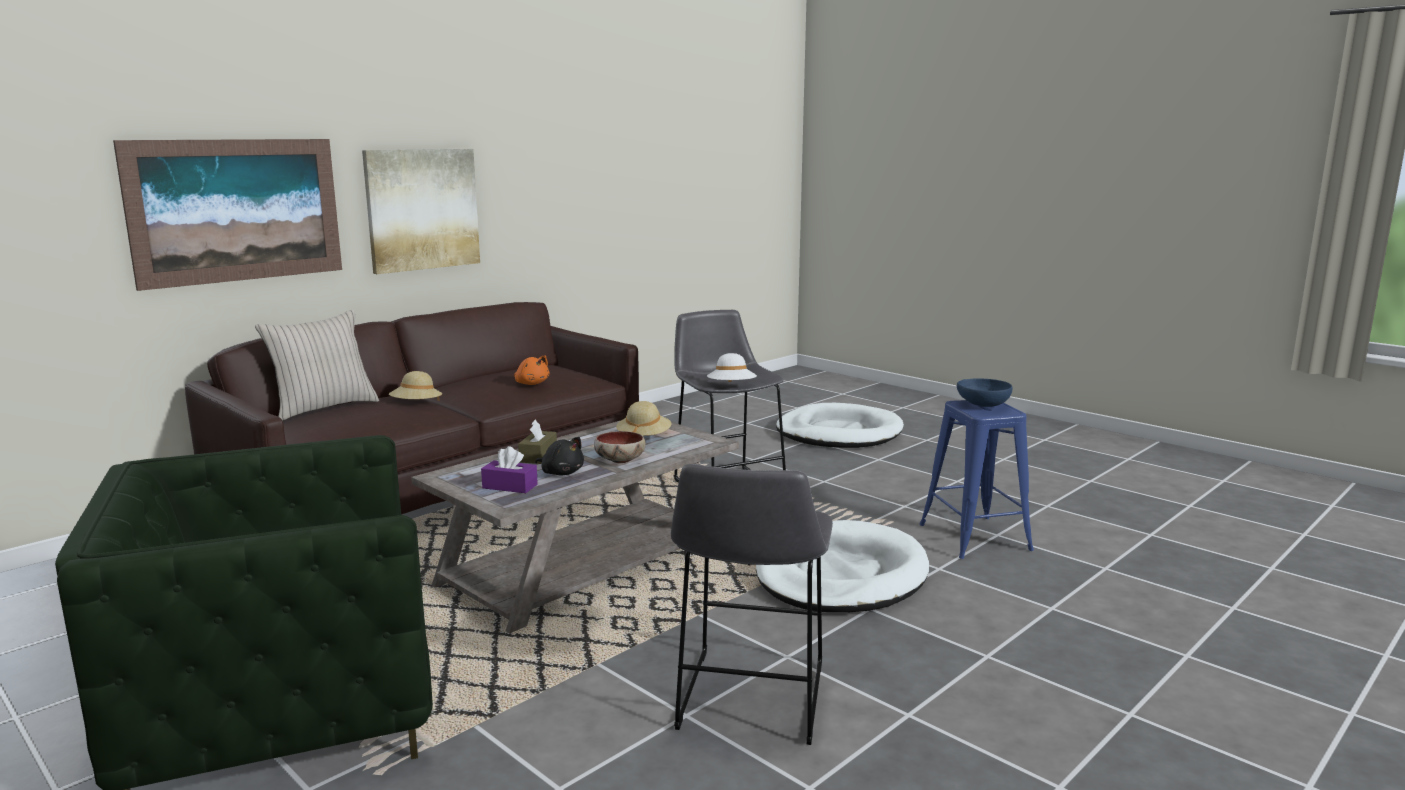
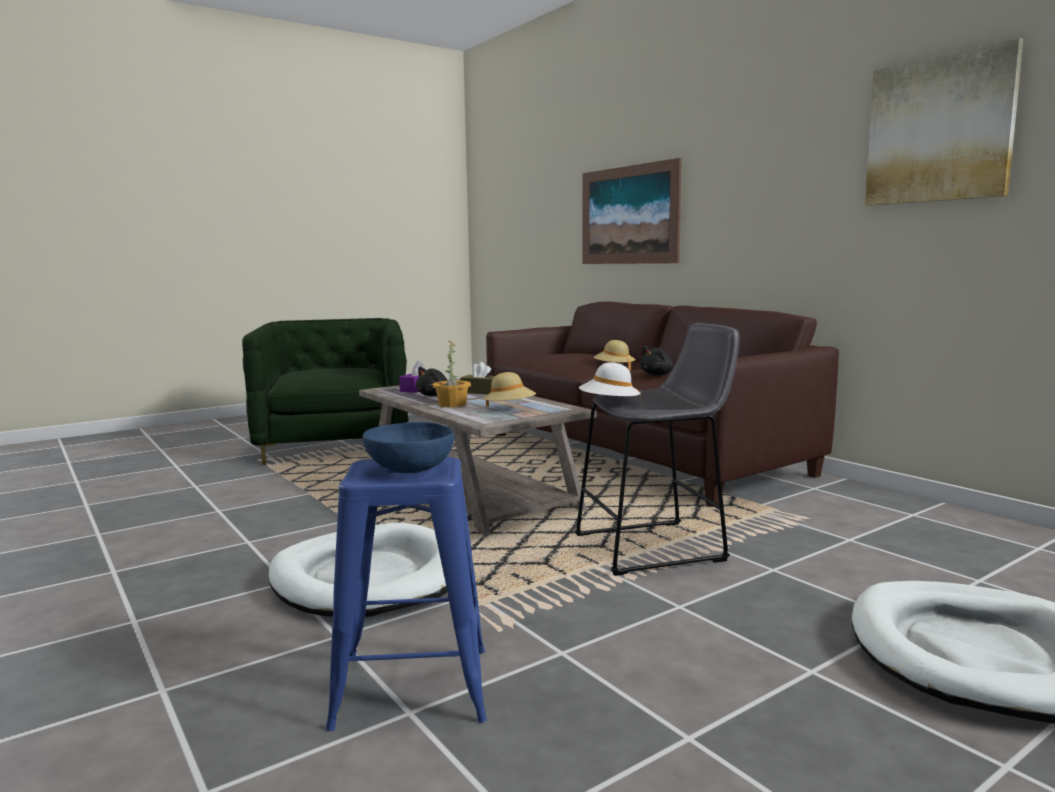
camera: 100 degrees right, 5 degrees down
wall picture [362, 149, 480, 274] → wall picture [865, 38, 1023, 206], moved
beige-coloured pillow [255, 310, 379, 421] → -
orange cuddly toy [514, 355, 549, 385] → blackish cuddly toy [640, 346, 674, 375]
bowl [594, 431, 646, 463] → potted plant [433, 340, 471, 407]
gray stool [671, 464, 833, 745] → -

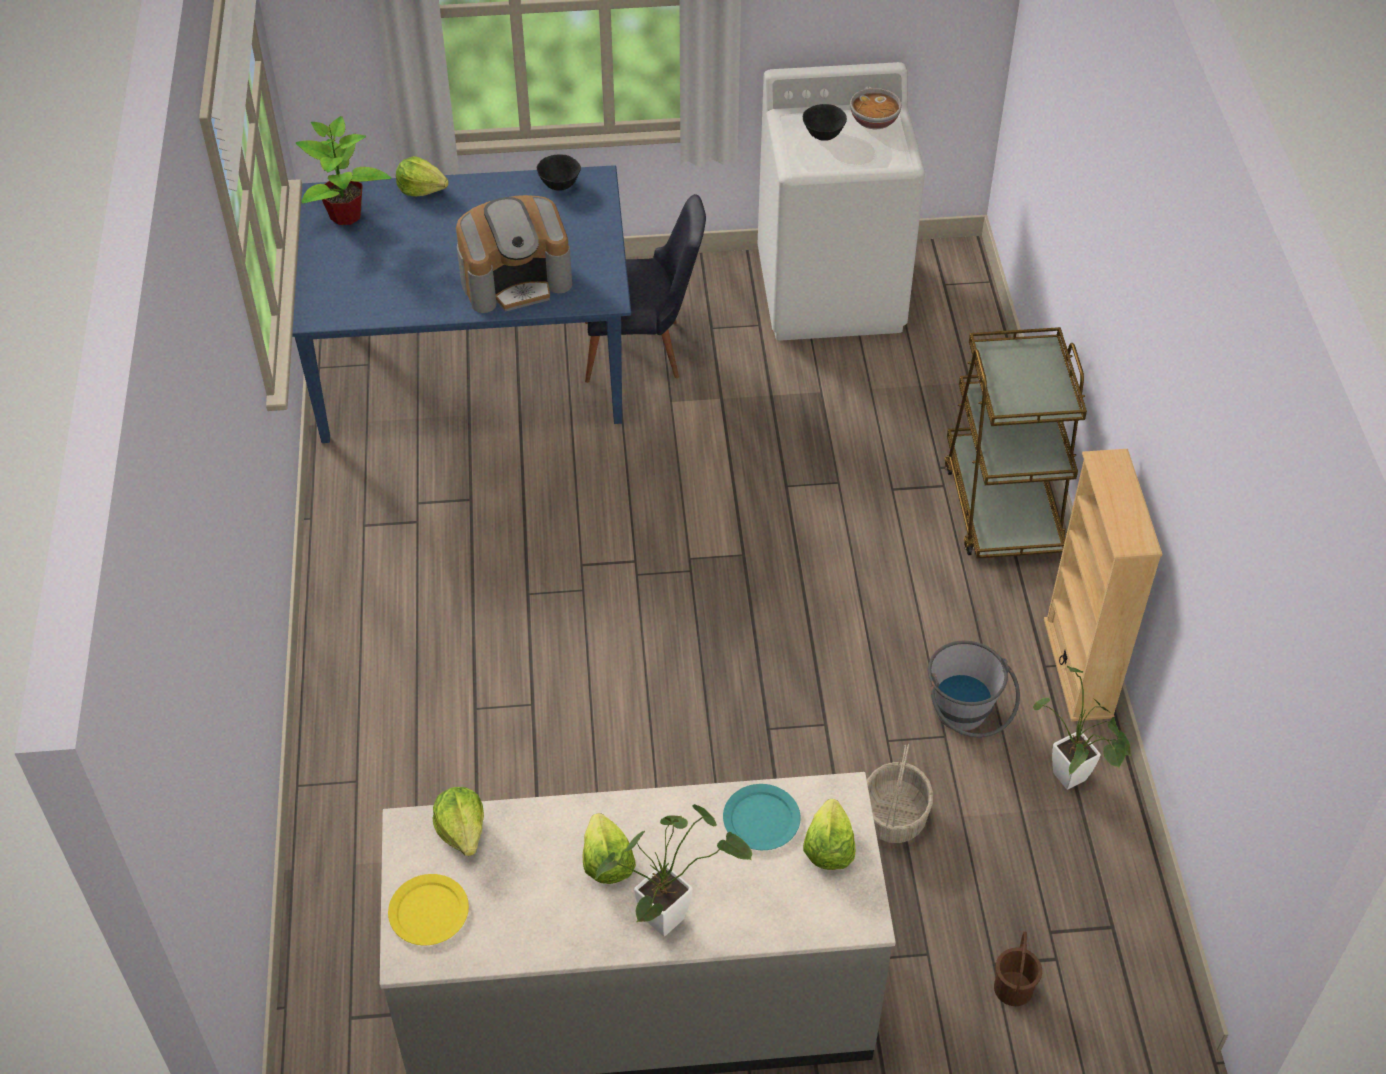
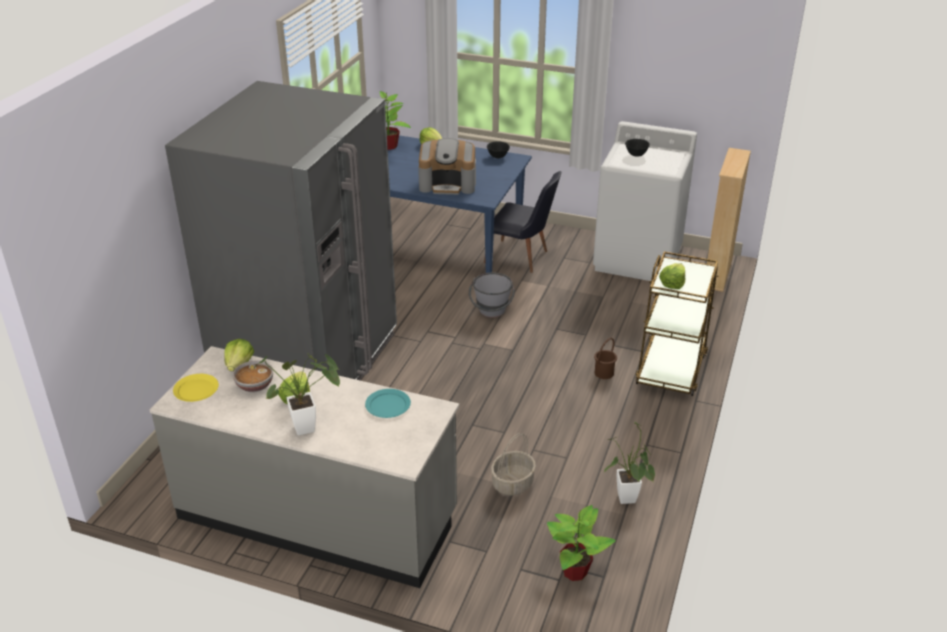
camera: 25 degrees right, 15 degrees down
bowl [850, 88, 902, 129] → bowl [233, 360, 273, 392], moved
beige-coloured bookcase [1044, 449, 1162, 721] → beige-coloured bookcase [707, 148, 751, 292], moved
gray water bucket [928, 641, 1020, 738] → gray water bucket [469, 272, 515, 318], moved
lettuce head [803, 799, 855, 870] → lettuce head [659, 263, 685, 289], moved
brown water bucket [994, 932, 1042, 1006] → brown water bucket [594, 338, 617, 379], moved
- → gray kitchen fridge [165, 81, 397, 380]
- → potted plant [547, 505, 616, 581]

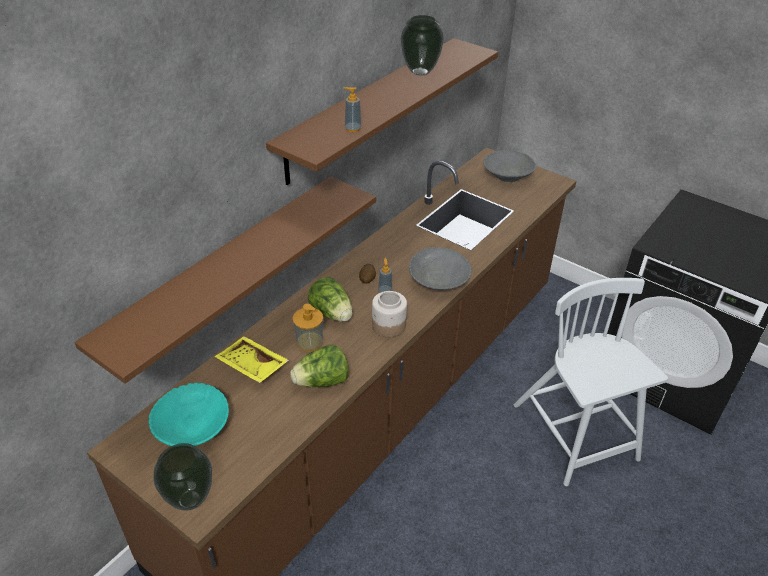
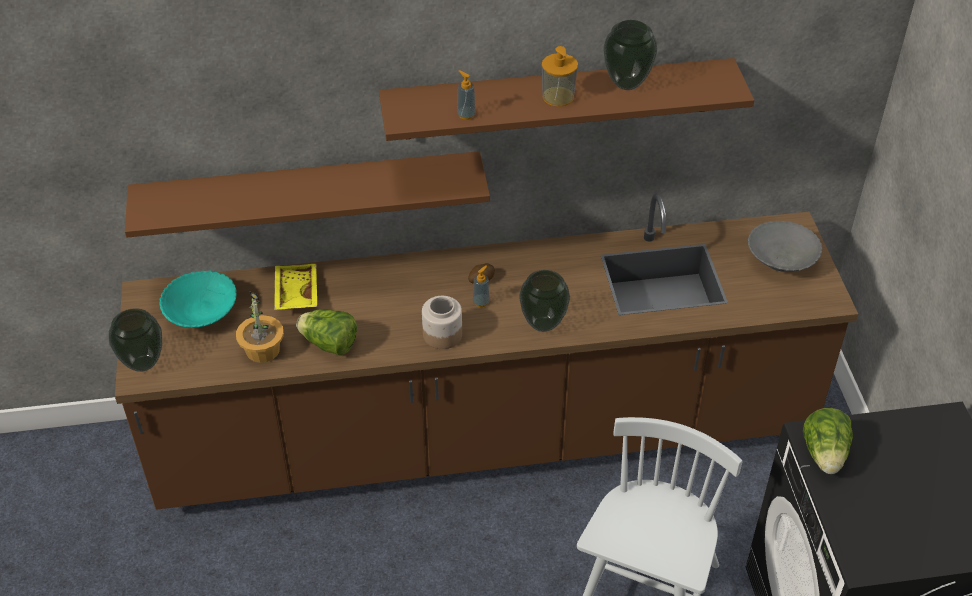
camera: 45 degrees right, 5 degrees up
gray bowl [409, 247, 472, 290] → decorative vase [519, 270, 570, 332]
lettuce head [308, 277, 353, 322] → lettuce head [803, 408, 853, 474], moved
soap dispenser [293, 304, 323, 351] → soap dispenser [542, 46, 578, 107], moved
- → potted plant [236, 291, 284, 363]

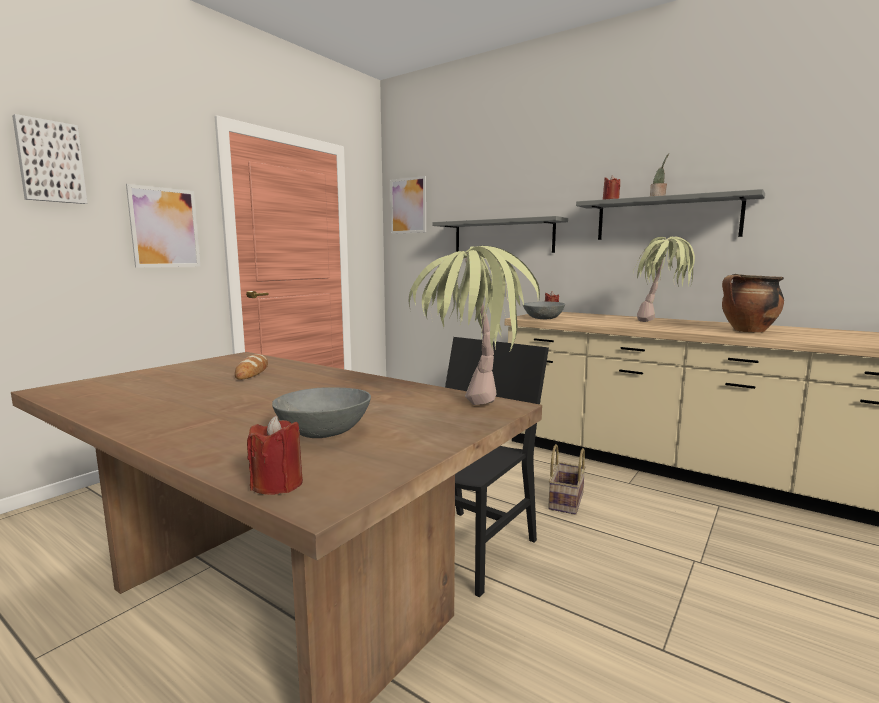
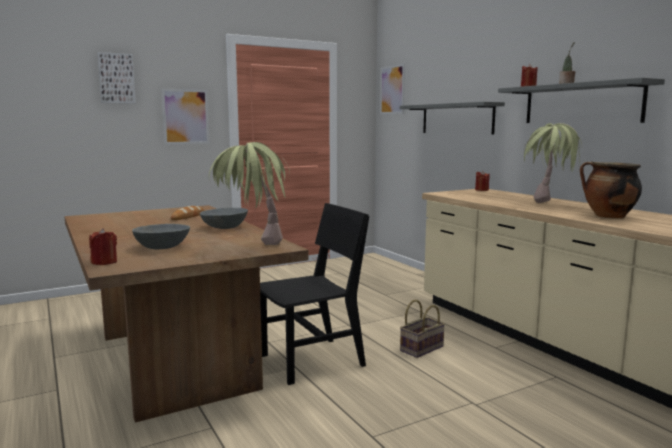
camera: 25 degrees right, 0 degrees up
gray bowl [523, 302, 565, 319] → gray bowl [200, 208, 248, 229], moved

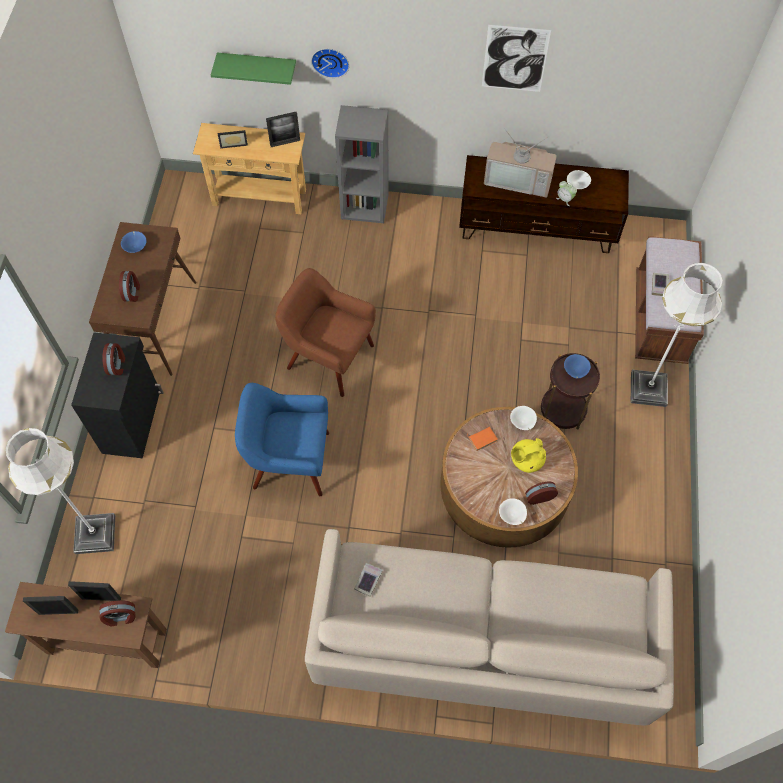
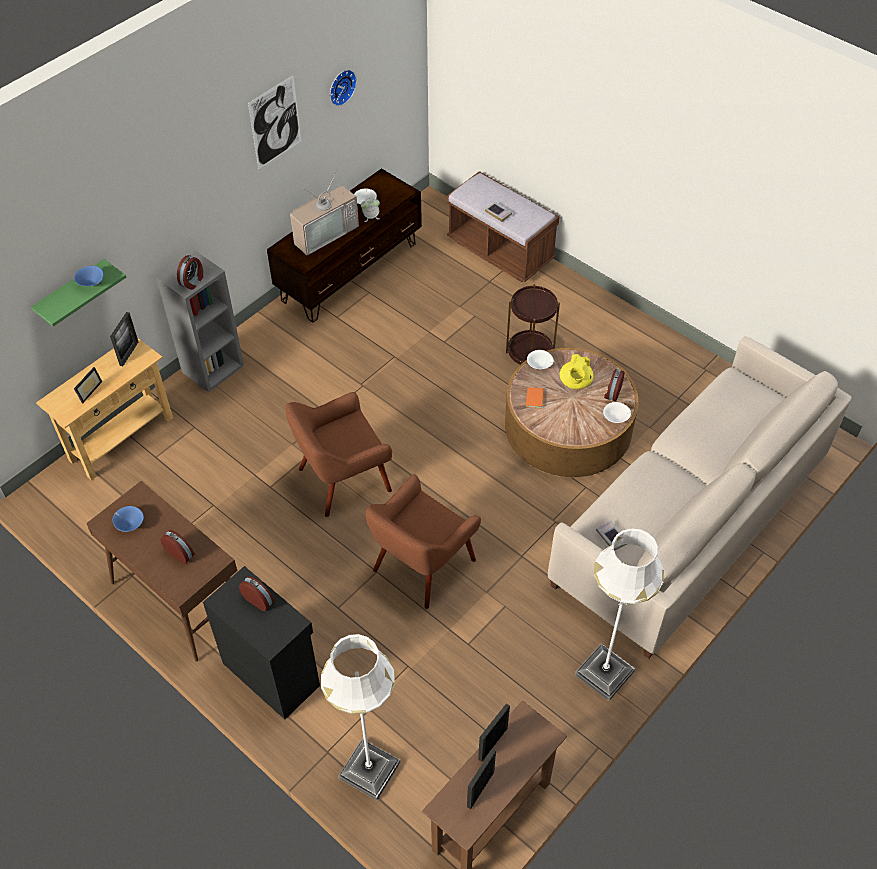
camera: 55 degrees left, 10 degrees down
clock on the wall [311, 49, 349, 78] → clock on the wall [330, 70, 357, 106], moved
whitish standard lamp [631, 263, 723, 407] → whitish standard lamp [575, 528, 664, 701], moved
blue bowl [564, 354, 591, 378] → blue bowl [74, 266, 103, 286], moved
blue easy chair [235, 383, 329, 496] → brown easy chair [366, 474, 481, 609]
alarm clock [99, 601, 135, 627] → alarm clock [177, 255, 203, 290], moved

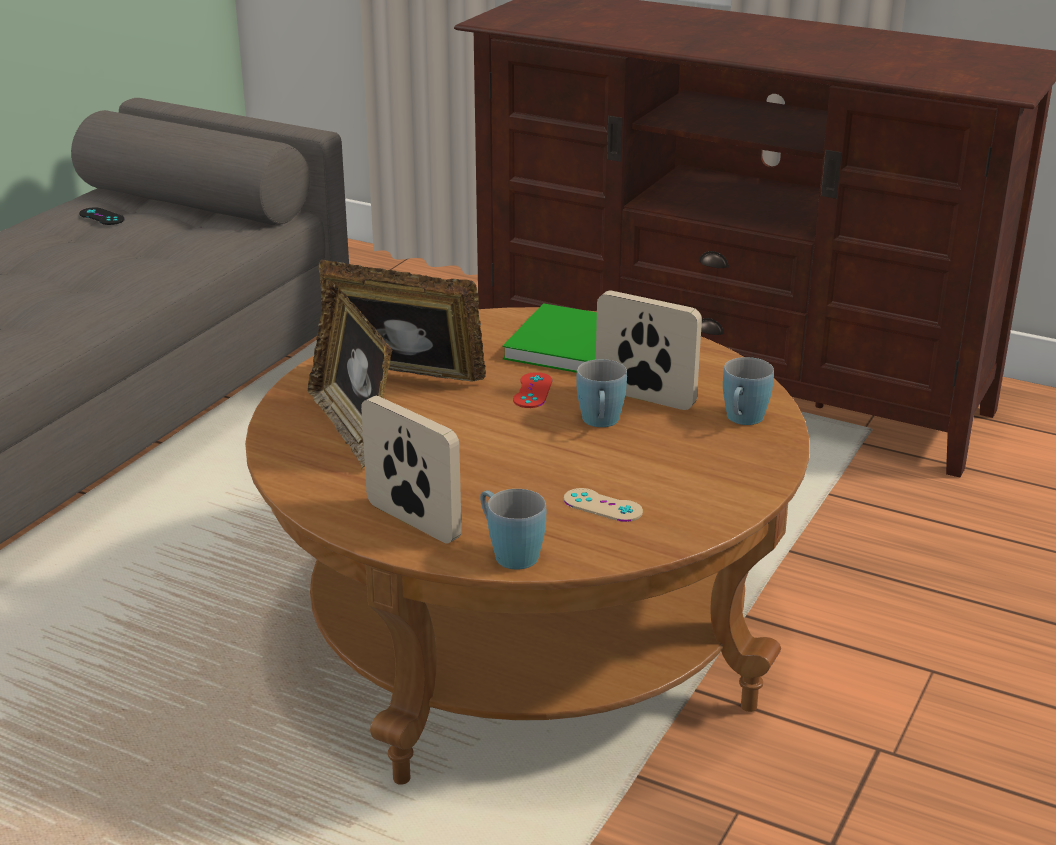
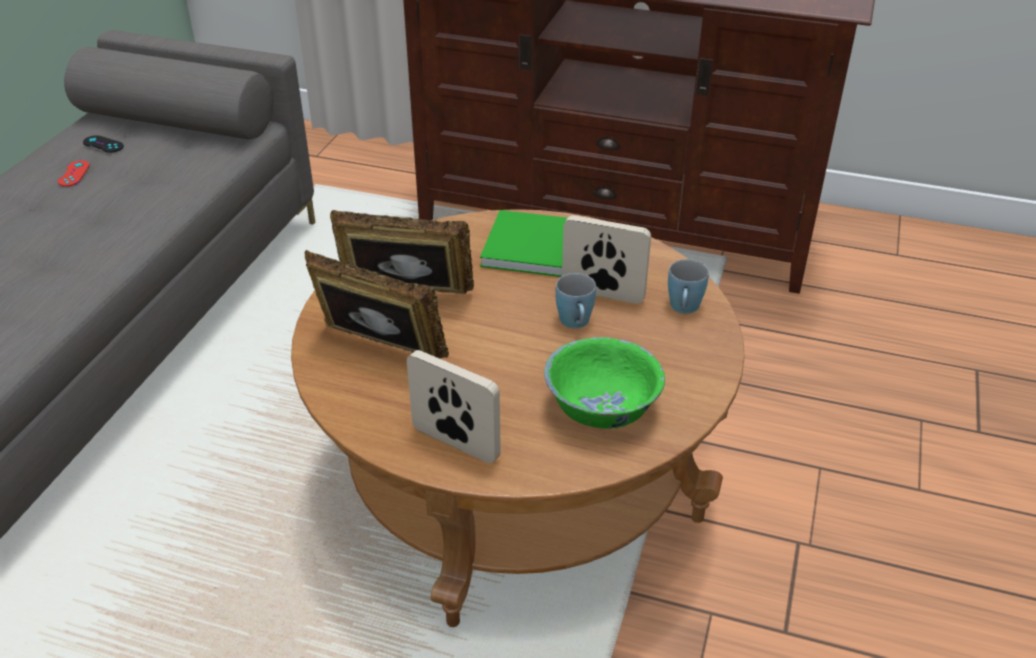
camera: 10 degrees left, 10 degrees up
picture frame [308, 279, 393, 468] → picture frame [305, 250, 449, 359], 150 degrees clockwise
red-coloured joypad [513, 372, 552, 408] → red-coloured joypad [58, 161, 90, 187], moved
beige-coloured joypad [564, 488, 643, 522] → green bowl [544, 337, 665, 429]
blue coffee mug [480, 489, 546, 570] → -

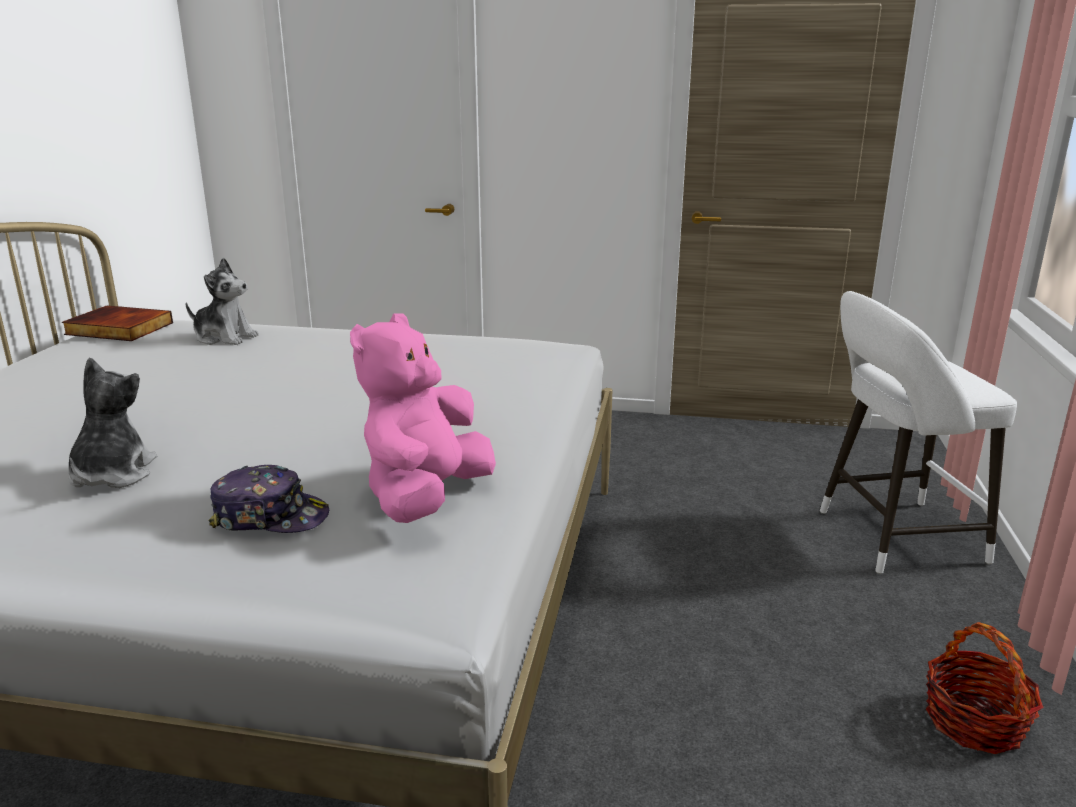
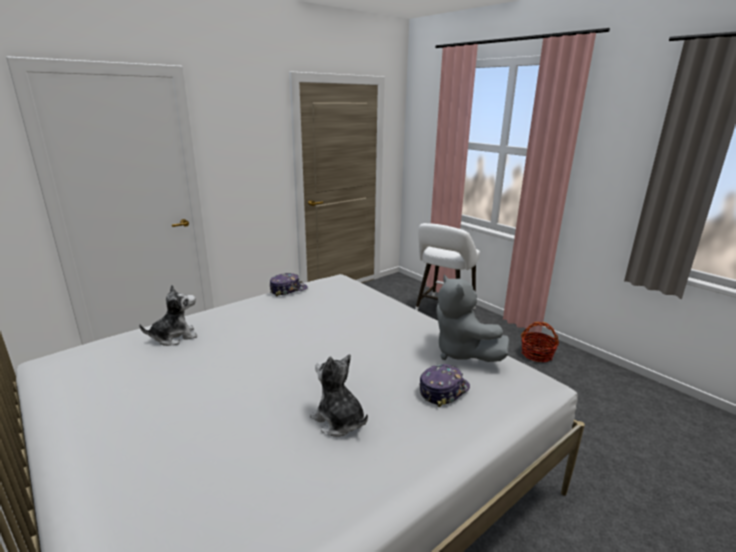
camera: 50 degrees left, 0 degrees up
book [62, 305, 173, 341] → -
pink cuddly toy [350, 313, 496, 523] → gray cuddly toy [436, 275, 510, 362]
- → baseball cap [270, 273, 308, 296]

